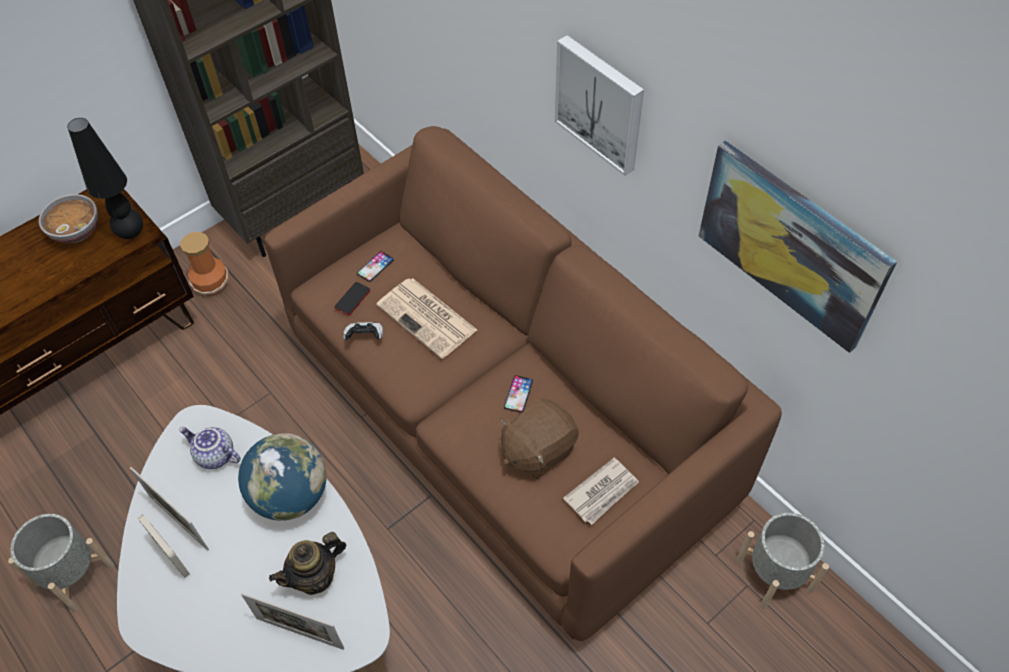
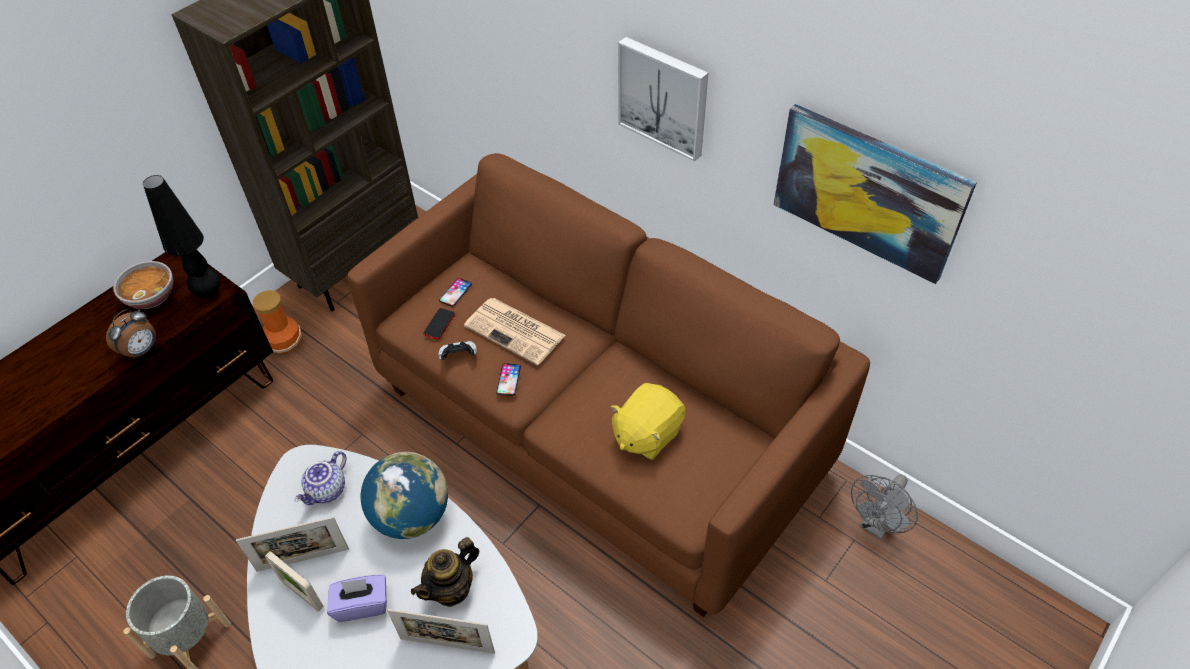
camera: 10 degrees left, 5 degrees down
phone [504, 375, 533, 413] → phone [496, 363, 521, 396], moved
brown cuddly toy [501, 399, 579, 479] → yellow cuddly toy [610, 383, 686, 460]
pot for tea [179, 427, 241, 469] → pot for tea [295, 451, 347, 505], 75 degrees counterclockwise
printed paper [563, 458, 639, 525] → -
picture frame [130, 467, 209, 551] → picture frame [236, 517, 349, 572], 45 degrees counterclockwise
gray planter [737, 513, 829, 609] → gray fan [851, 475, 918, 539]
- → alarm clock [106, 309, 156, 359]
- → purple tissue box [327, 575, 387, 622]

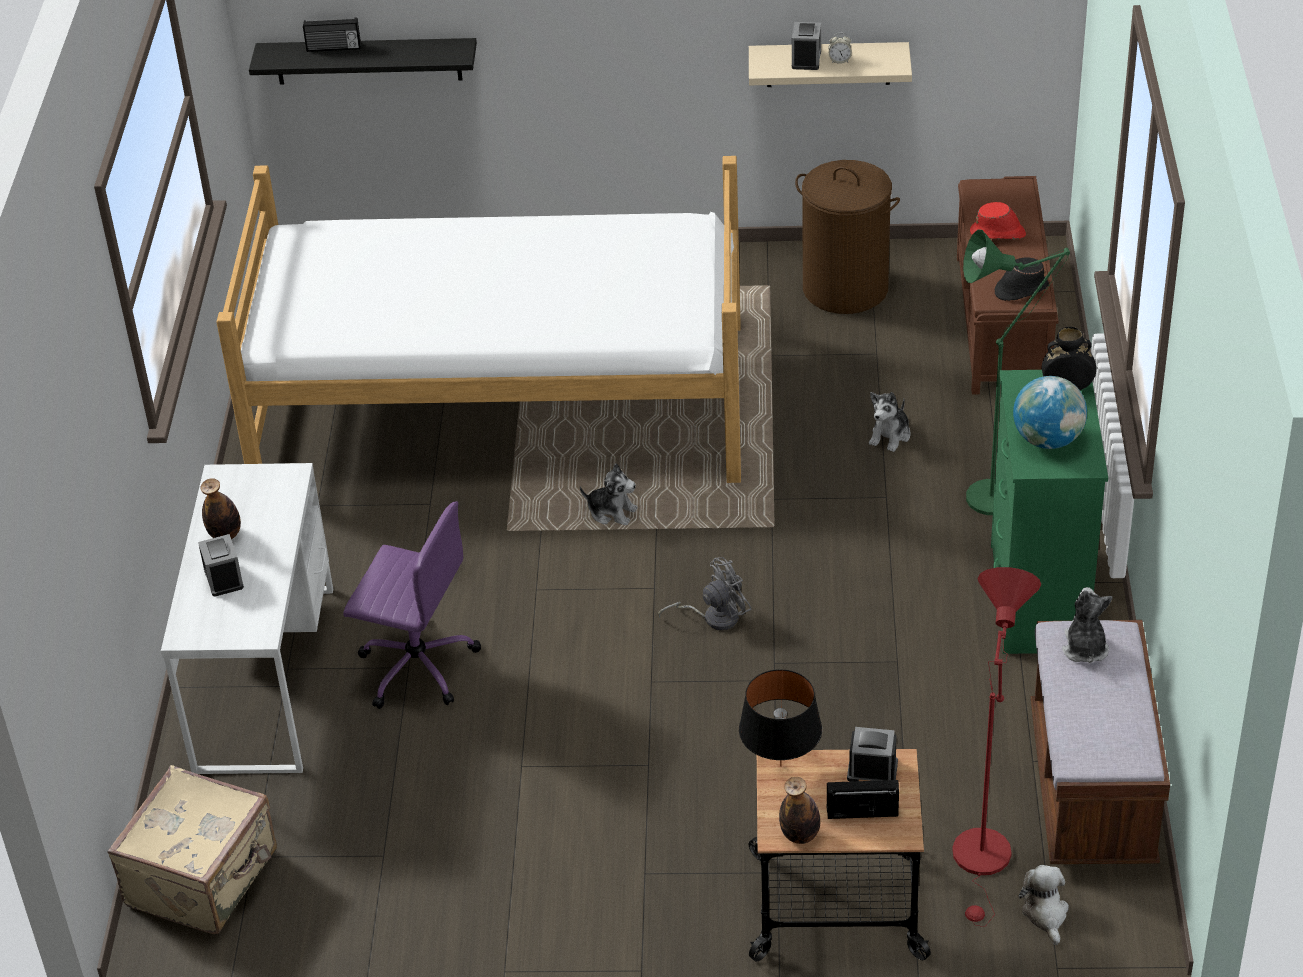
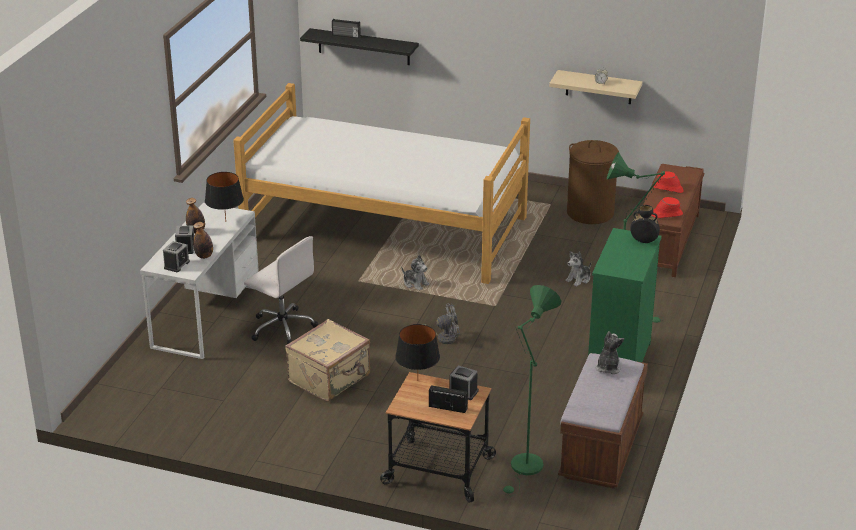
camera: 15 degrees right, 10 degrees down
alarm clock [792, 22, 821, 70] → alarm clock [163, 241, 190, 272], moved
blackish hat [995, 257, 1049, 301] → red-coloured hat [652, 197, 683, 218]
desk globe [1013, 376, 1087, 449] → -
purple computer chair [343, 501, 481, 709] → whitish computer chair [244, 236, 318, 344]
red-coloured standard lamp [952, 567, 1041, 927] → green standard lamp [503, 285, 561, 496]
beige-coloured suitcase [108, 765, 277, 934] → beige-coloured suitcase [285, 319, 370, 401], moved
beverage bottle [779, 777, 820, 844] → beverage bottle [193, 222, 213, 259], moved
cuddly toy [1018, 865, 1069, 945] → -
- → blackish table lamp [205, 172, 244, 220]

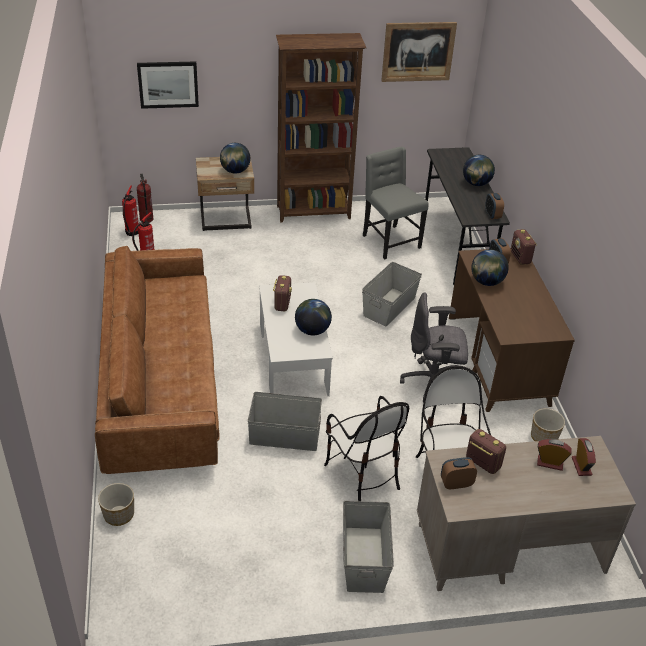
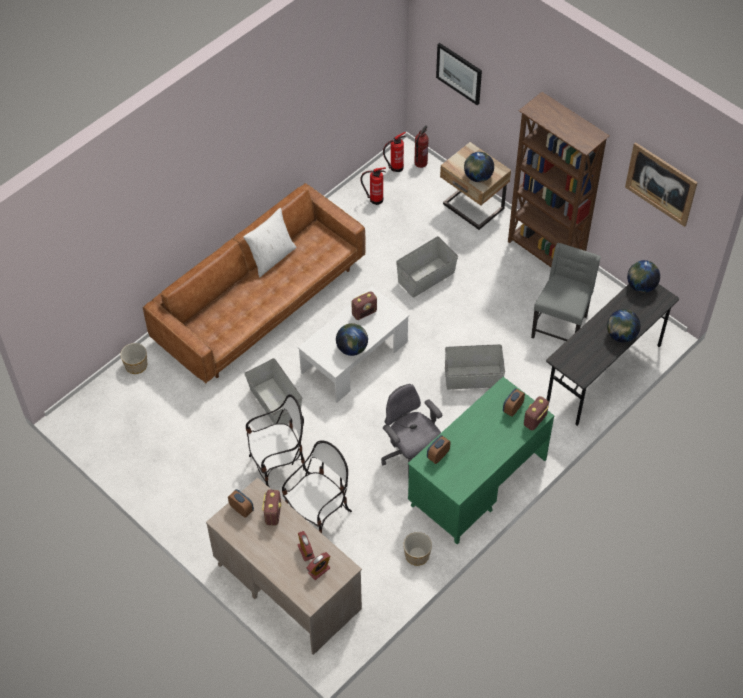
camera: 55 degrees right, 15 degrees up
alarm clock [485, 193, 504, 219] → alarm clock [427, 435, 451, 464], moved
brown desk [449, 248, 575, 412] → green desk [408, 377, 554, 544]
desk globe [472, 249, 509, 286] → desk globe [627, 260, 660, 293], moved
plain chair [324, 396, 409, 501] → plain chair [246, 394, 310, 487], 135 degrees counterclockwise
gray storage container [343, 501, 394, 593] → gray storage container [396, 236, 458, 298], moved
- → whitish pillow [243, 208, 297, 277]

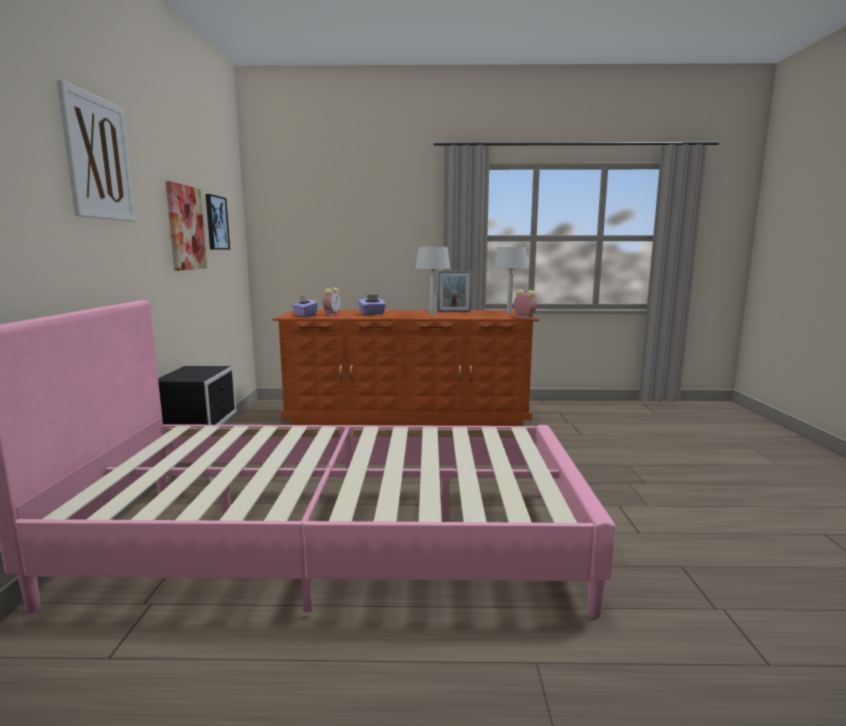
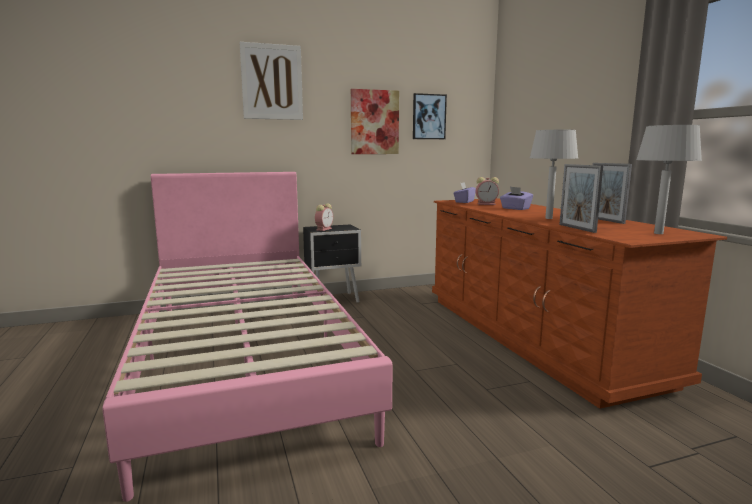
camera: 70 degrees right, 0 degrees up
alarm clock [514, 289, 537, 319] → alarm clock [315, 203, 333, 231], moved
- → picture frame [559, 164, 603, 233]

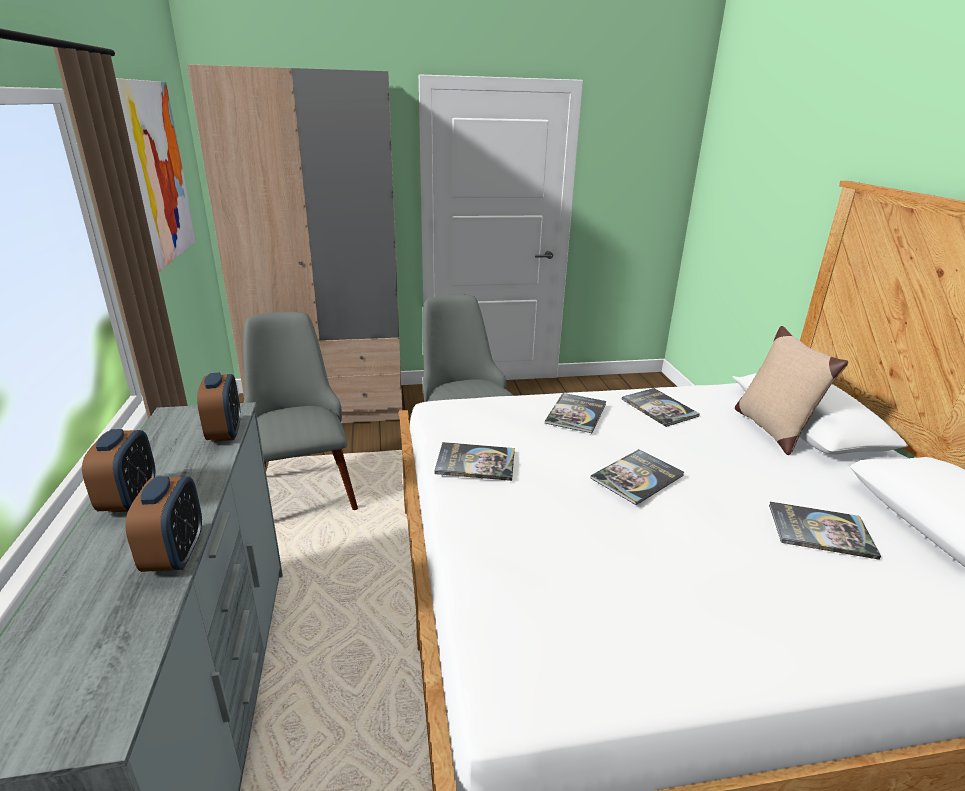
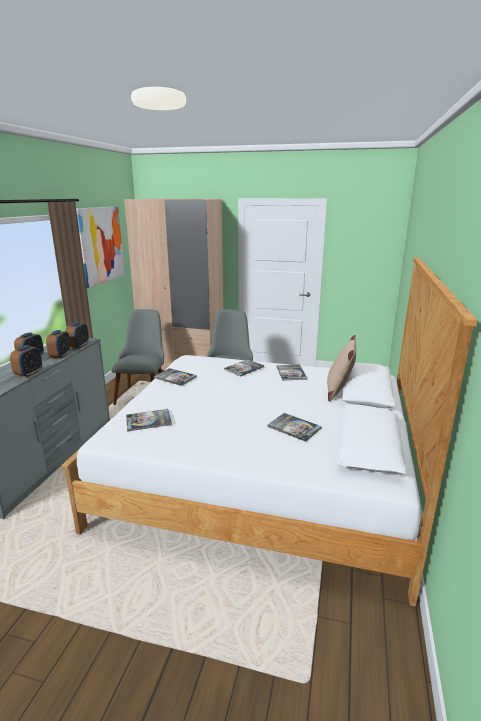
camera: 25 degrees right, 5 degrees down
book [590, 449, 684, 505] → book [126, 409, 172, 431], moved
- → alarm clock [46, 330, 71, 359]

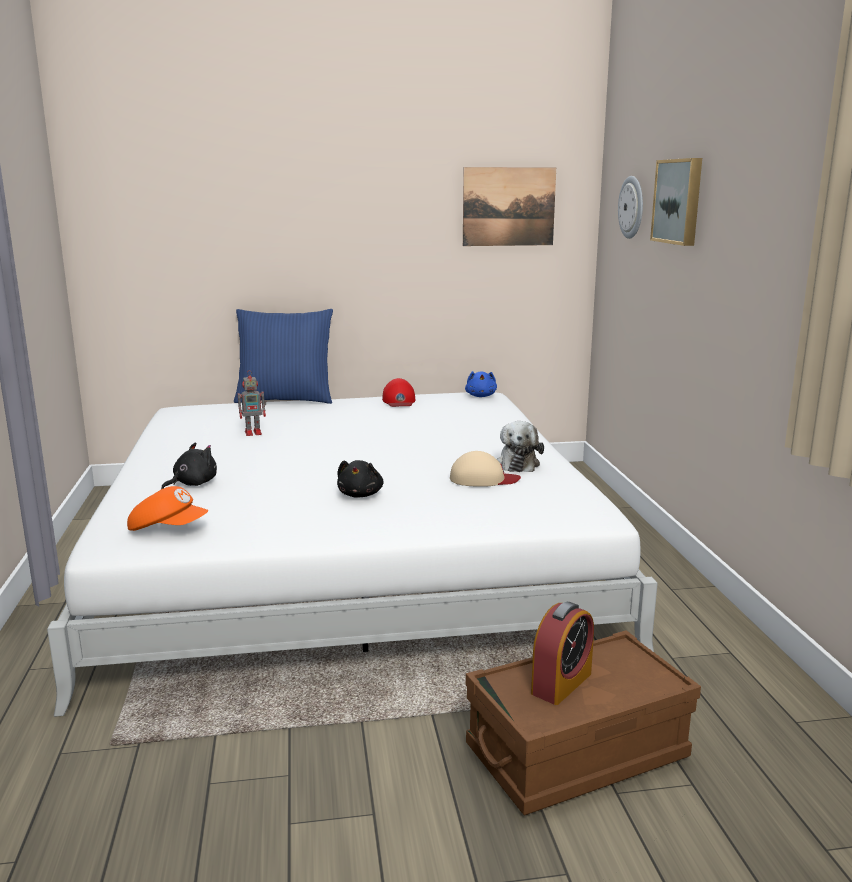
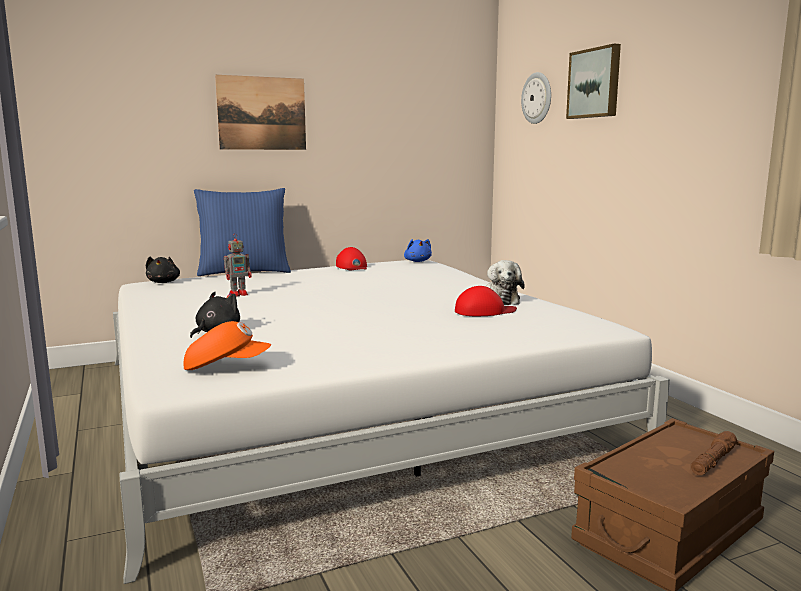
camera: 15 degrees left, 5 degrees down
wall picture [463, 167, 556, 246] → wall picture [215, 75, 306, 150], moved
beige-coloured baseball cap [450, 451, 521, 487] → red-coloured baseball cap [455, 286, 517, 316]
blackish cuddly toy [337, 460, 384, 498] → blackish cuddly toy [146, 257, 180, 283], moved
alarm clock [531, 602, 594, 705] → -
- → brown flashlight [691, 431, 737, 475]

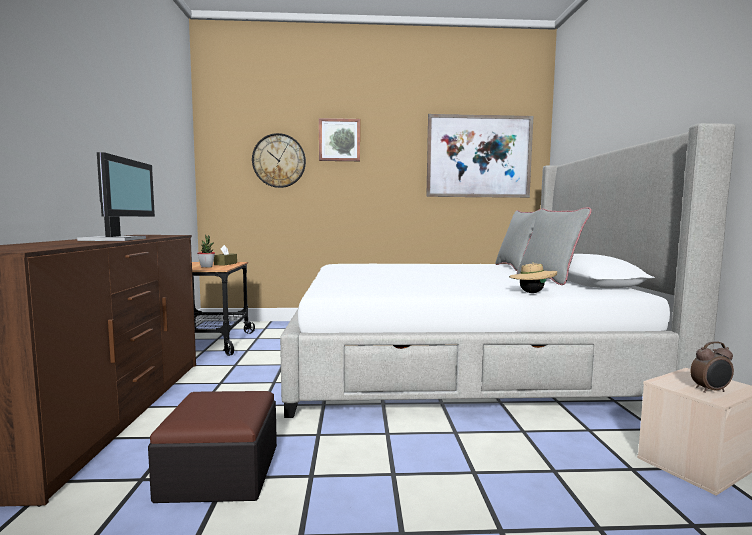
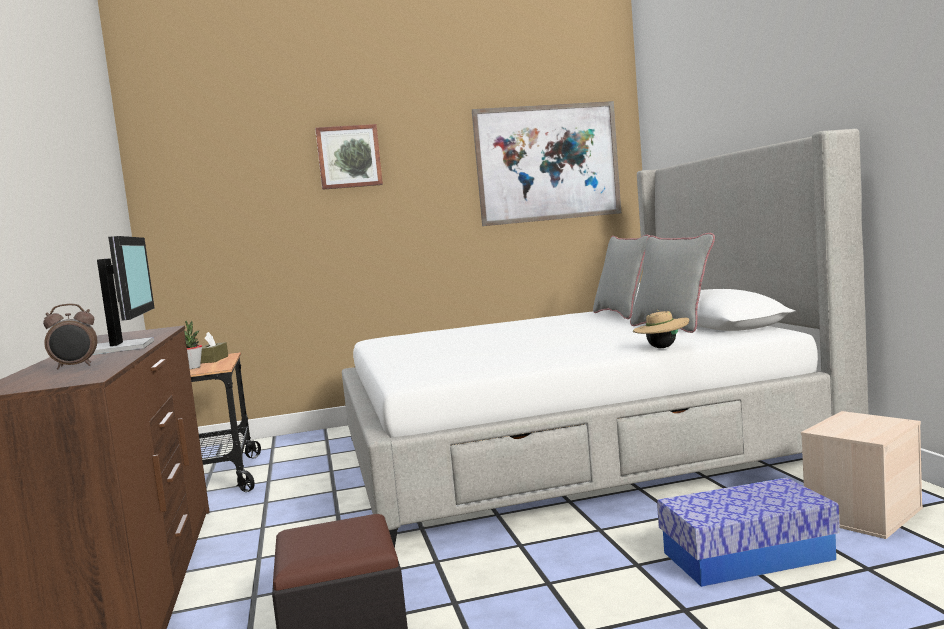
camera: 10 degrees left, 0 degrees up
clock on the wall [252, 133, 306, 188] → -
alarm clock [691, 341, 734, 393] → alarm clock [43, 304, 97, 370], moved
- → storage container [657, 477, 840, 587]

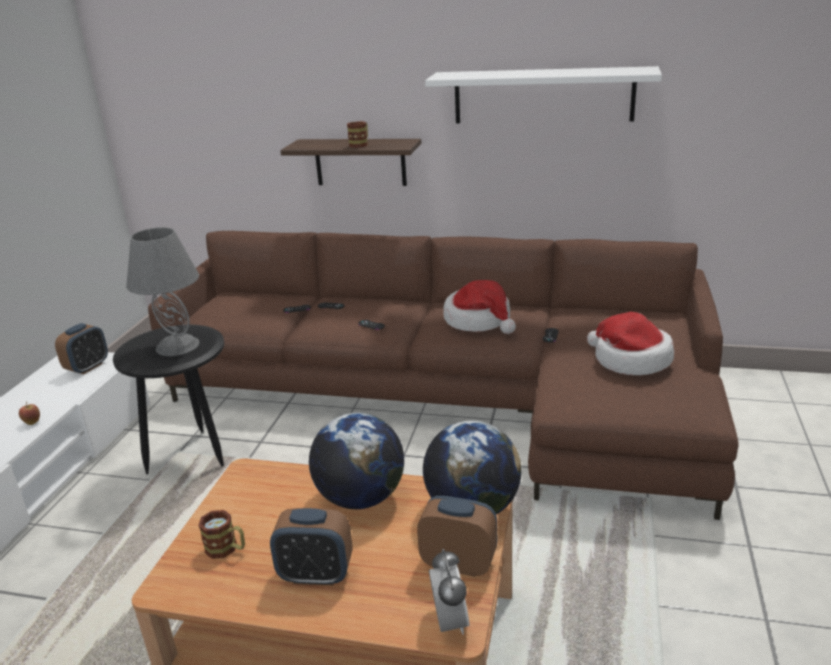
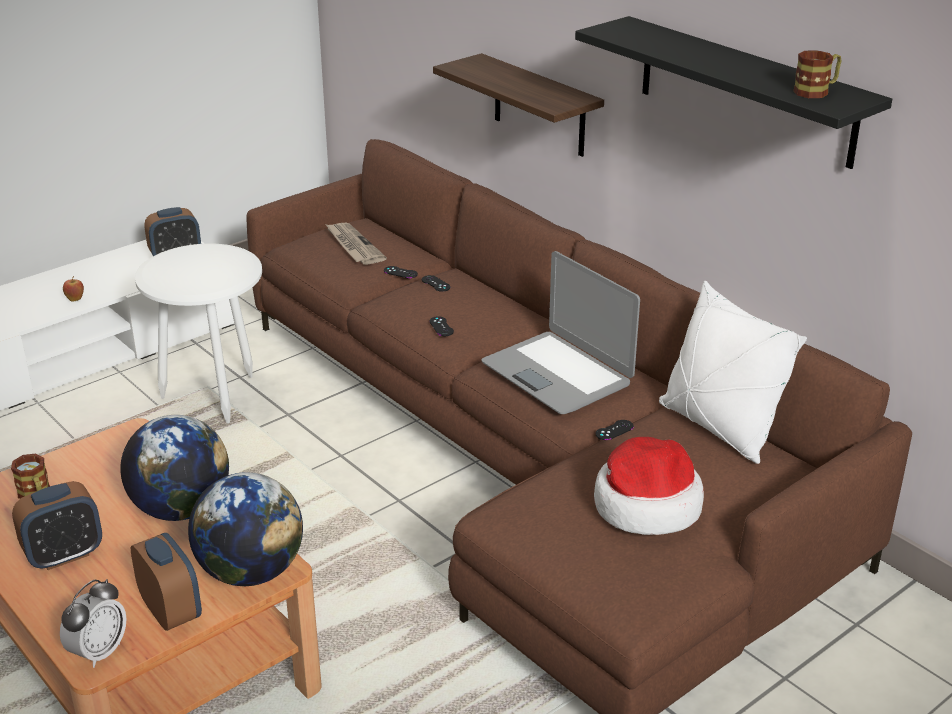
camera: 35 degrees right, 5 degrees up
whitish shelf [425, 66, 662, 123] → blackish shelf [575, 16, 892, 169]
coffee mug [347, 121, 368, 148] → coffee mug [793, 50, 841, 98], moved
gray table lamp [126, 227, 199, 356] → -
hat [443, 280, 516, 334] → portable computer [482, 251, 640, 414]
blackish side table [113, 325, 224, 474] → whitish side table [135, 244, 262, 424]
alarm clock [270, 508, 353, 586] → alarm clock [12, 481, 102, 570], 75 degrees counterclockwise
- → printed paper [325, 223, 387, 265]
- → whitish pillow [659, 281, 807, 464]

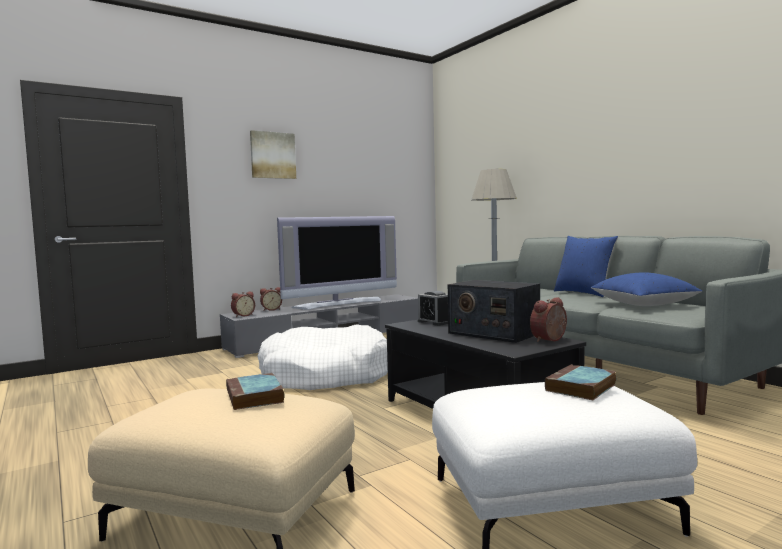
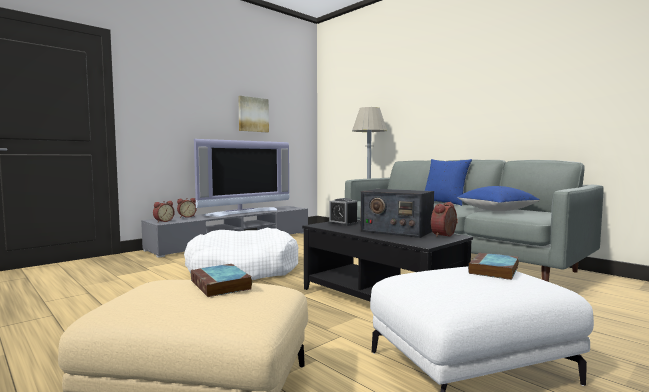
camera: 10 degrees left, 0 degrees up
wall picture [250, 130, 296, 179] → wall picture [238, 96, 269, 132], moved

